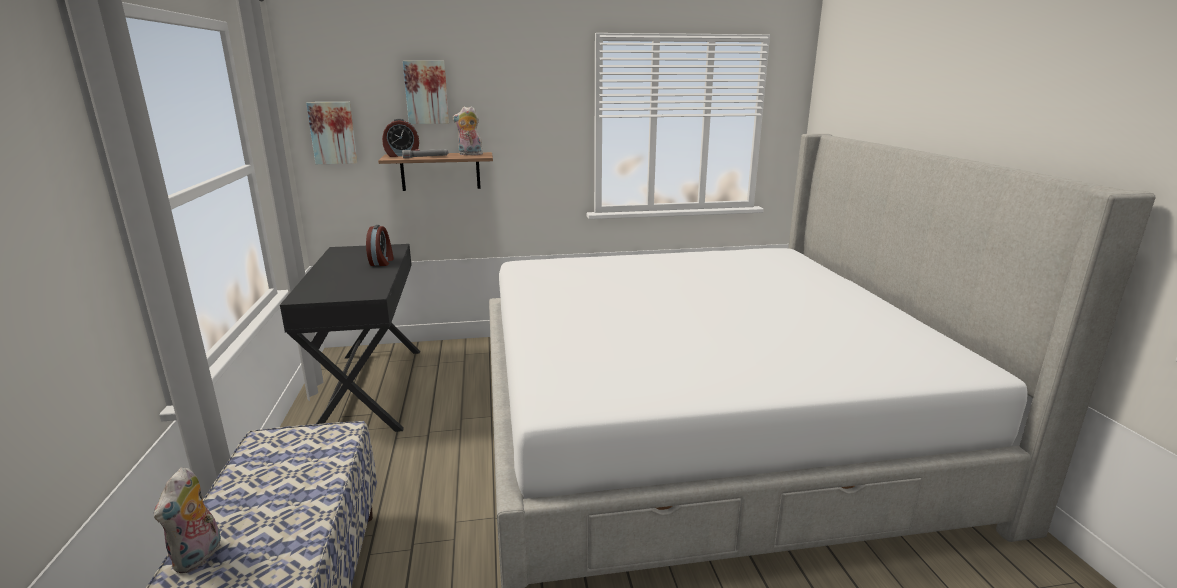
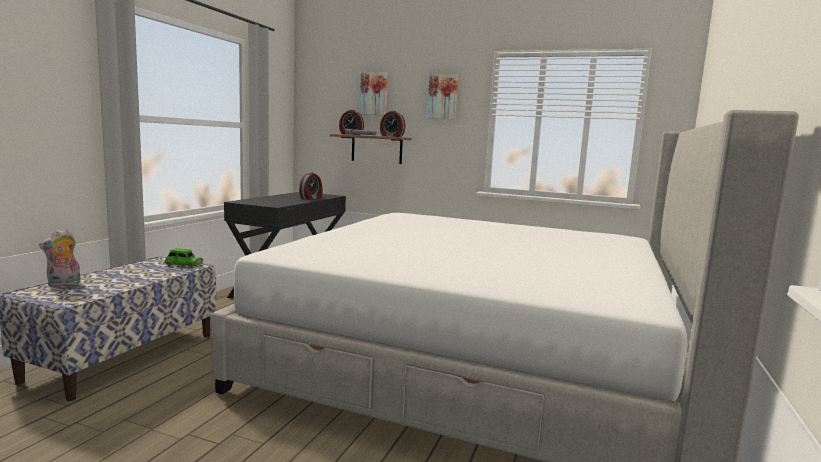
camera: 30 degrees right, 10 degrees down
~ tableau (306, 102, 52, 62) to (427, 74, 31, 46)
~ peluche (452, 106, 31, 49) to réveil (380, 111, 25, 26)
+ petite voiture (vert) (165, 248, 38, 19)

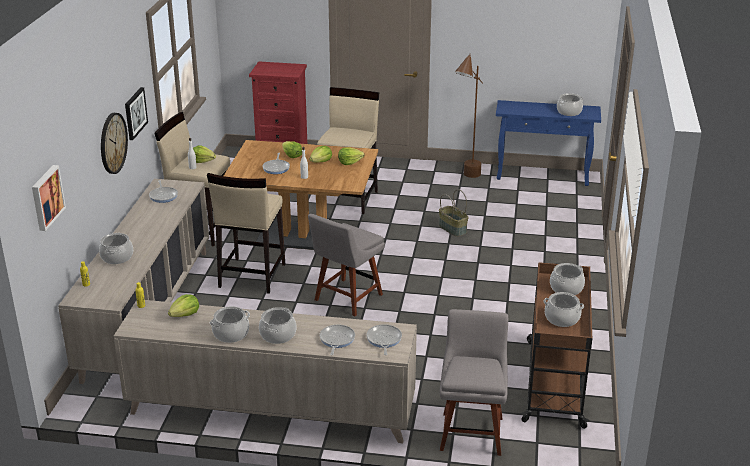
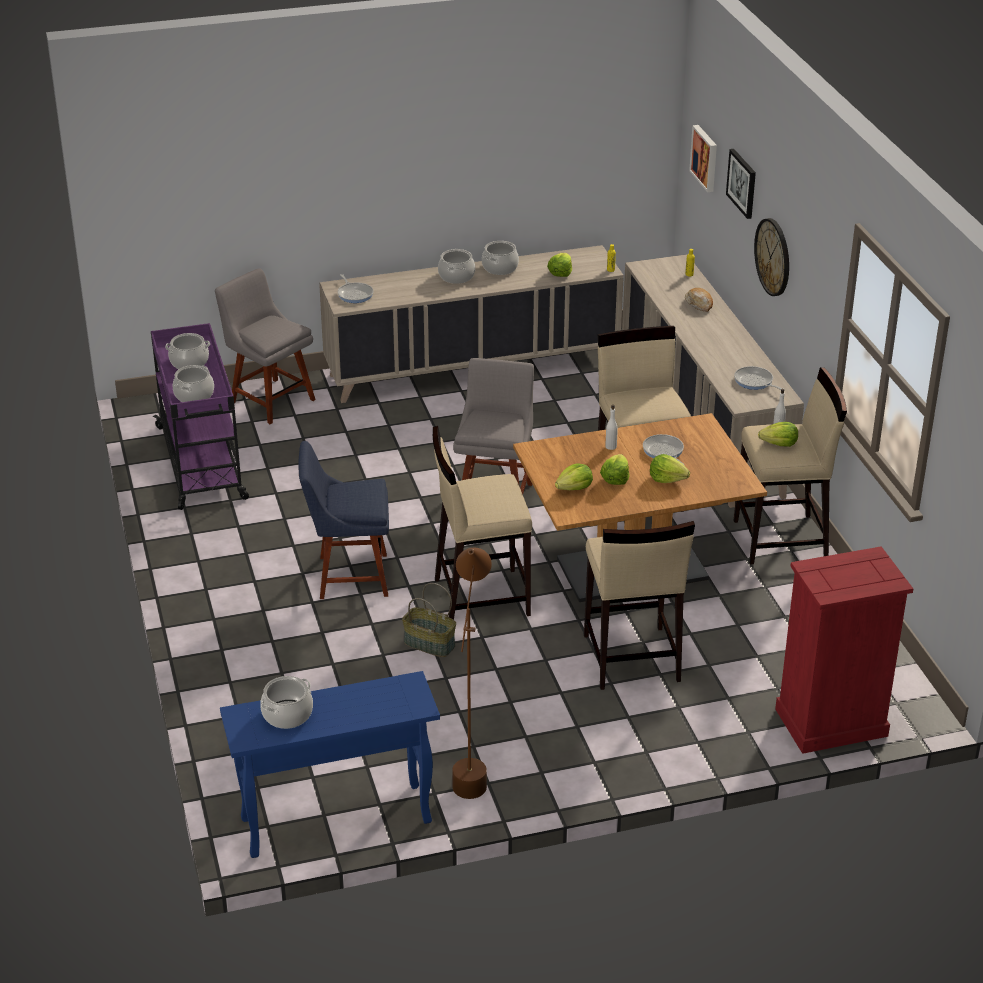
camera: 155 degrees right, 5 degrees up
~ tableau (125, 87, 23, 53) to (726, 149, 30, 70)
~ marmite (99, 233, 34, 31) to pain (685, 288, 28, 24)
~ chariot (marron) (520, 262, 72, 167) to chariot (violet) (151, 323, 98, 187)
~ chaise (gris) (440, 309, 68, 147) = (215, 268, 101, 156) 150 degrees clockwise
- poêle (320, 325, 35, 30)
+ tabouret (beige) (433, 426, 99, 194)
+ chaise (bleu) (298, 441, 91, 158)

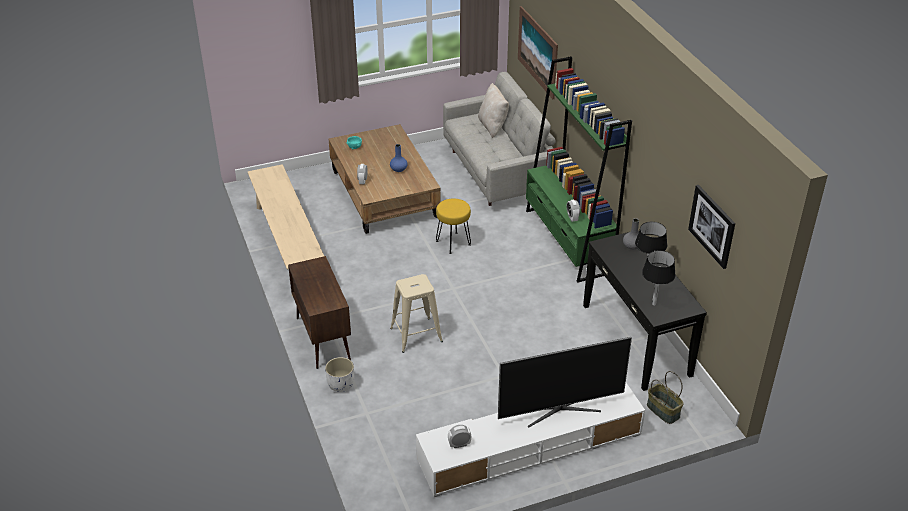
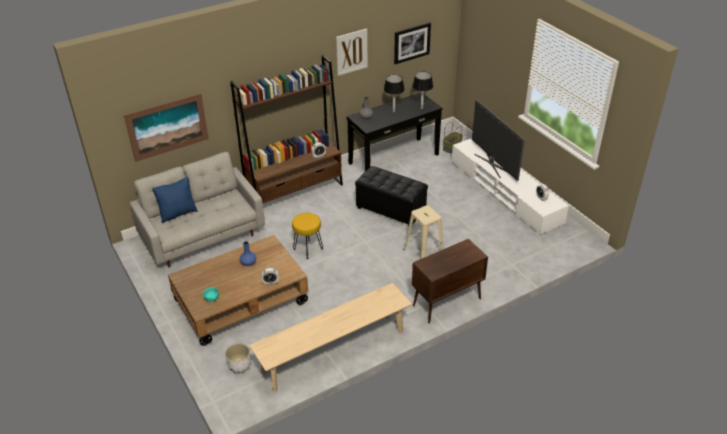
camera: 100 degrees left, 0 degrees up
~ bibliothèque (vert) (526, 56, 106, 227) to bibliothèque (marron) (230, 55, 113, 148)
~ coussin (beige) (478, 83, 31, 55) to coussin (bleu) (152, 177, 46, 46)
~ cache-pot (blanc) (325, 357, 29, 35) to (225, 343, 26, 30)
+ tableau (336, 29, 31, 47)
+ pouf (noir) (355, 166, 73, 61)

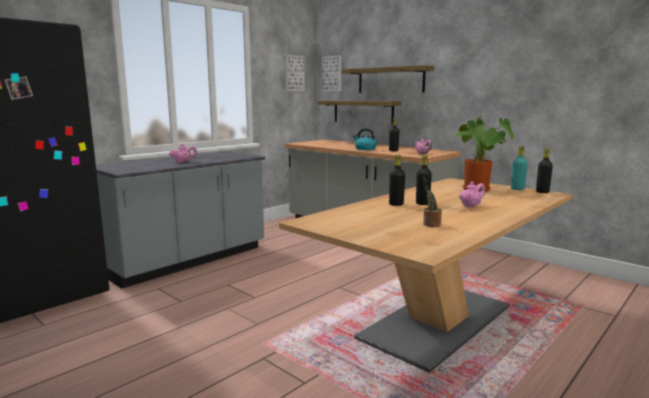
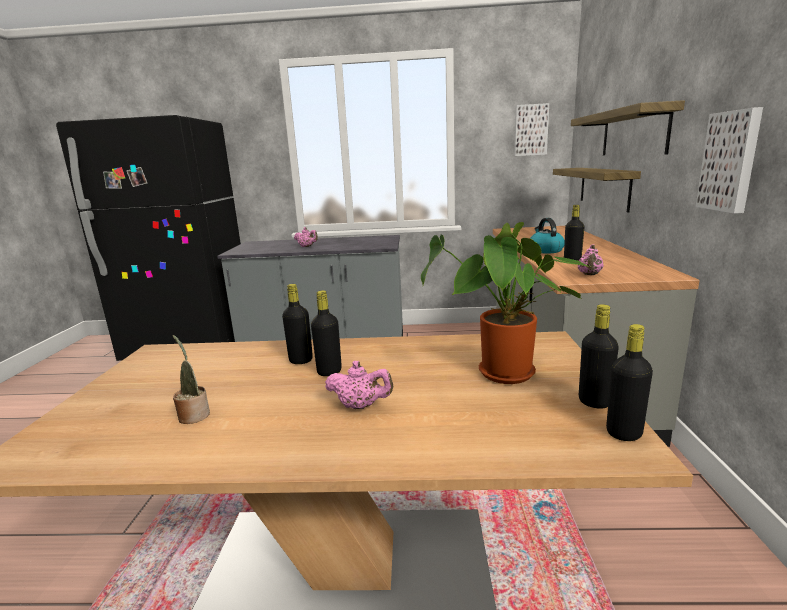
camera: 50 degrees right, 5 degrees up
~ tableau (323, 55, 19, 36) to (696, 107, 67, 107)
~ bouteille (turquoise) (511, 146, 17, 44) to bouteille (noir) (579, 304, 40, 105)

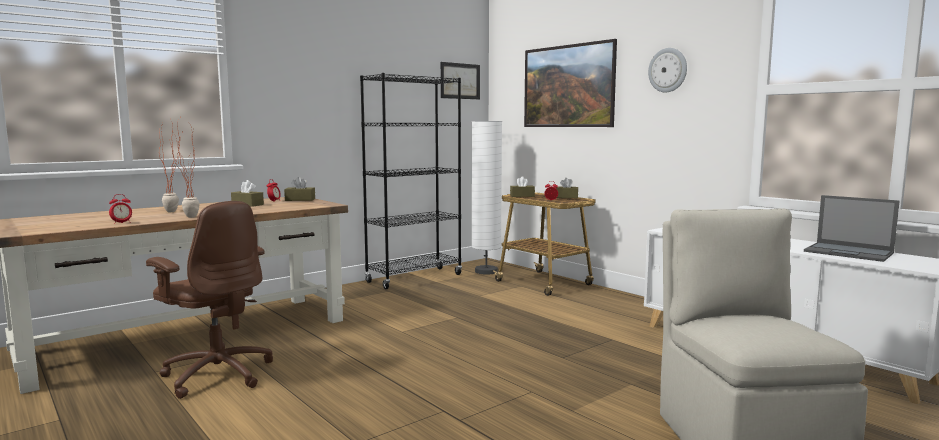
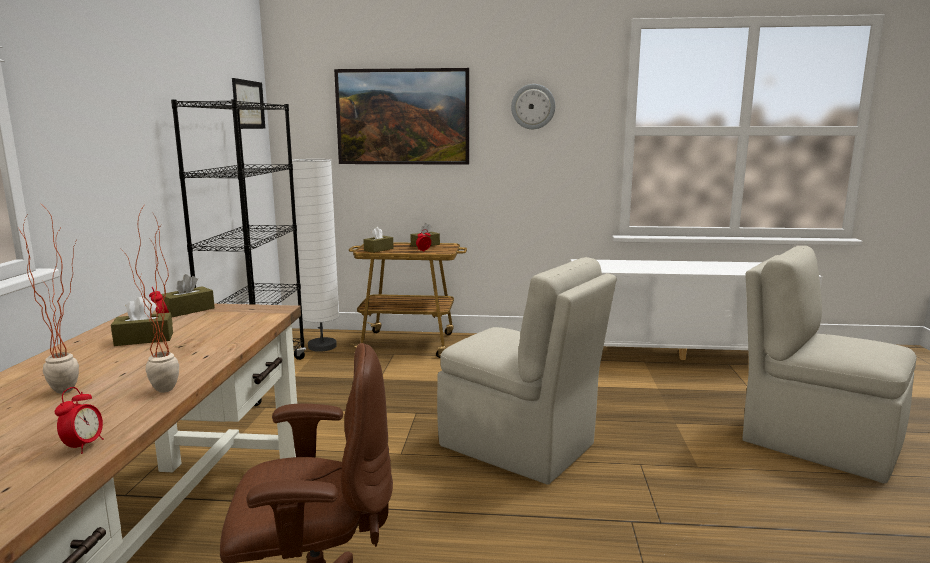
camera: 45 degrees left, 5 degrees up
- ordinateur portable (804, 195, 96, 67)
+ chaise (beige) (437, 257, 180, 228)

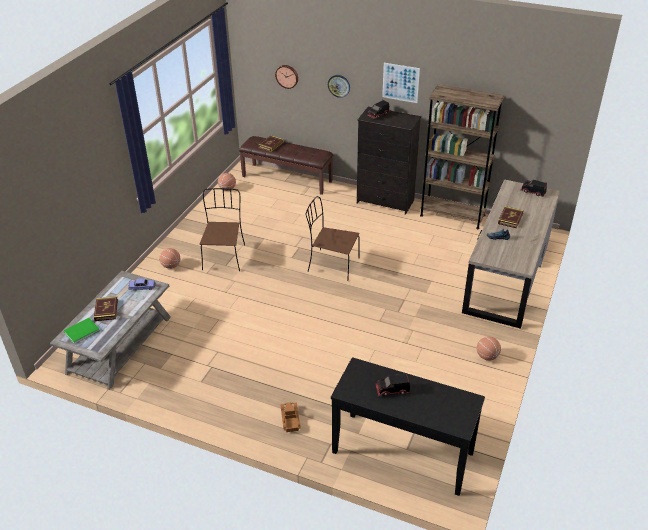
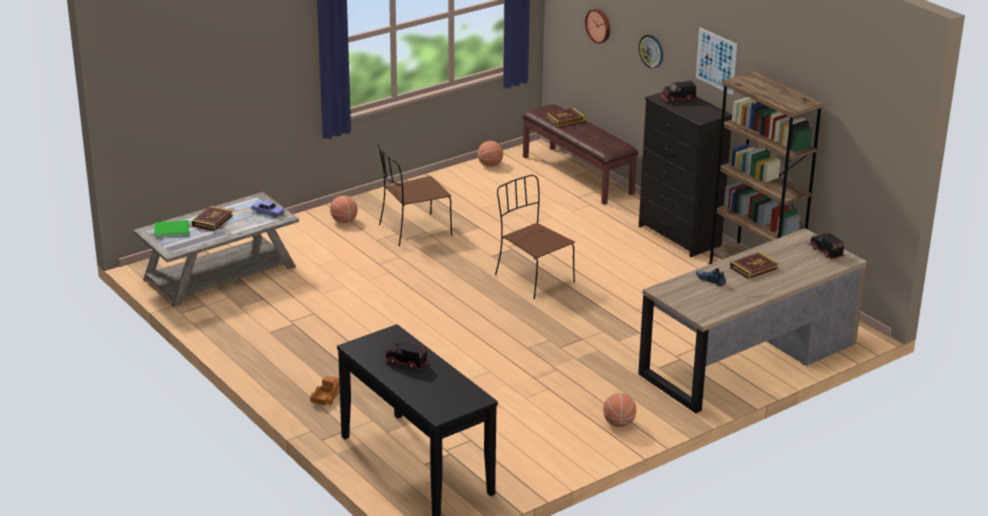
camera: 30 degrees right, 10 degrees down
~ chaise (marron) (199, 188, 46, 83) = (377, 144, 75, 102) 150 degrees counterclockwise

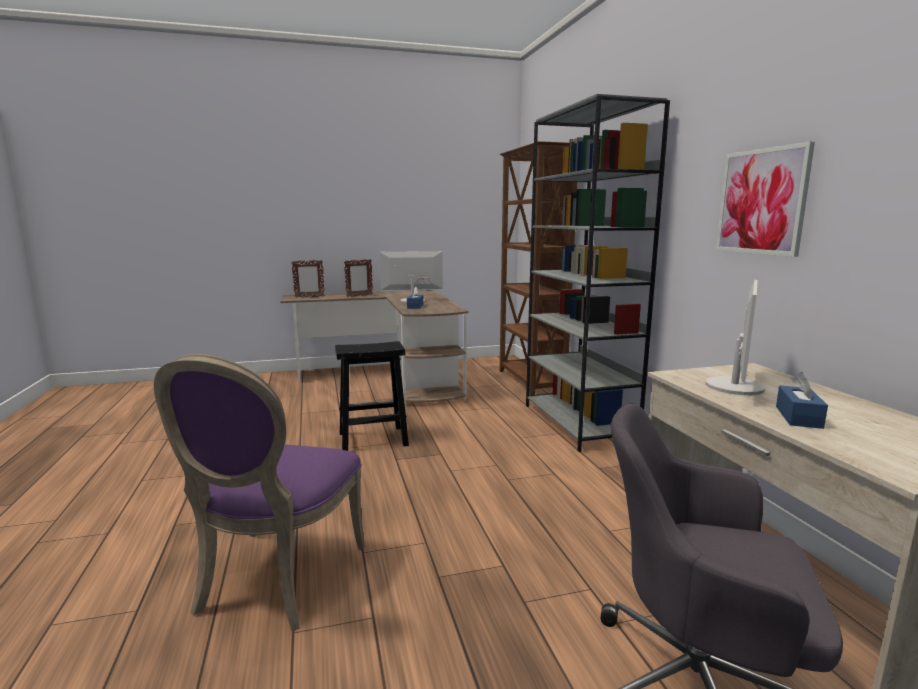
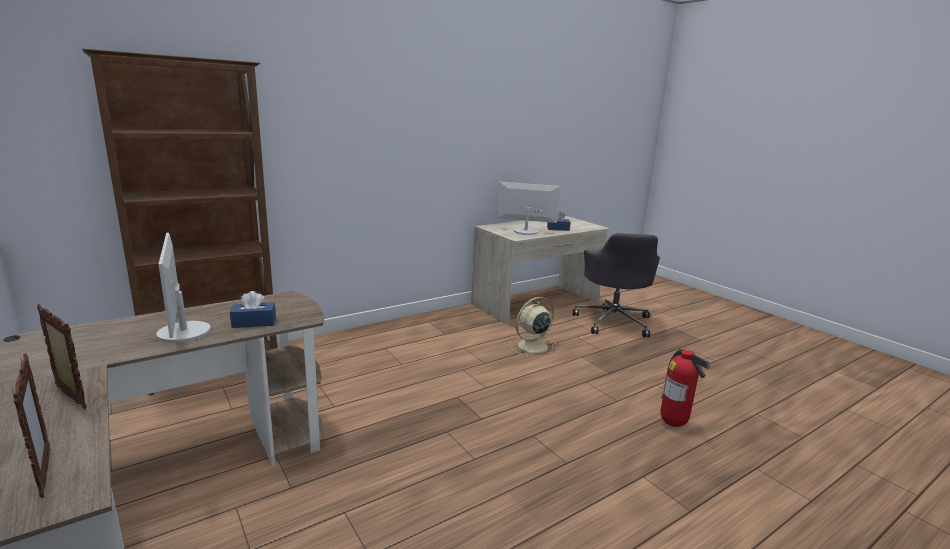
camera: 110 degrees left, 5 degrees up
- bibliothèque (gris) (526, 94, 144, 358)
- tableau (716, 141, 99, 116)
- tabouret (noir) (335, 341, 74, 110)
~ chaise (violet) (154, 354, 211, 277) to extincteur (660, 349, 50, 78)
+ ventilateur (beige) (509, 297, 48, 61)

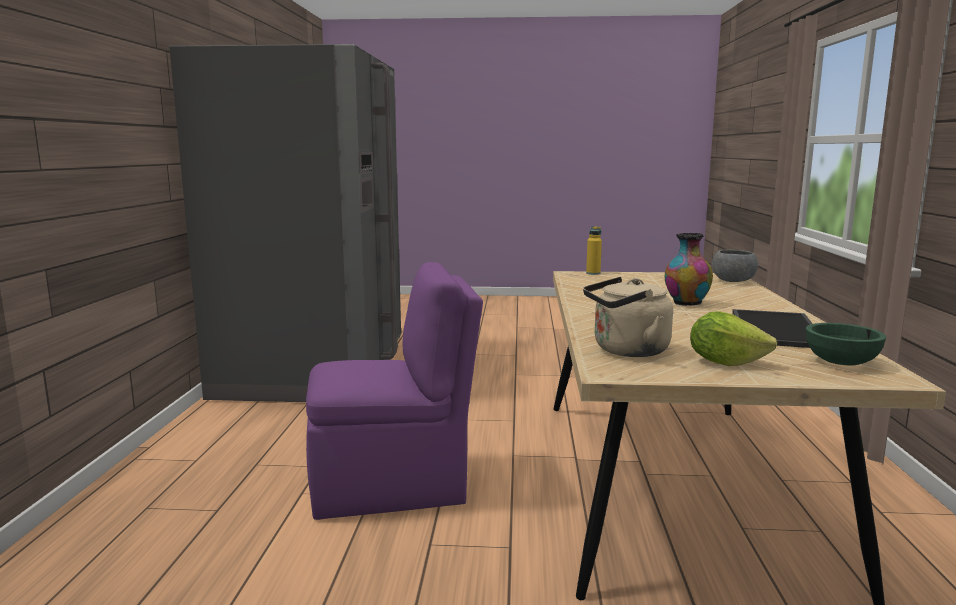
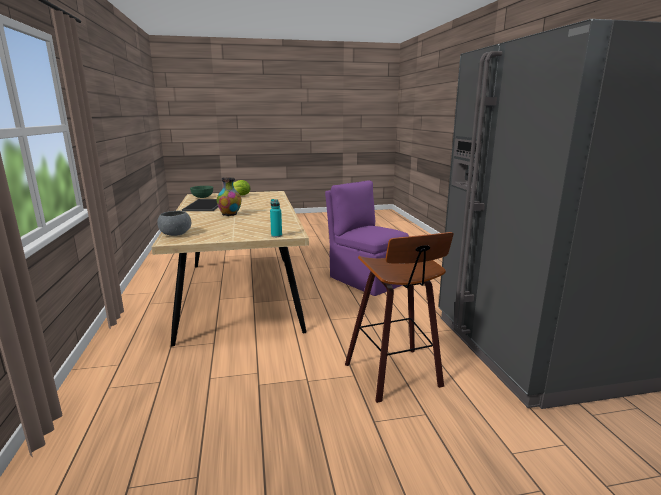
camera: 165 degrees right, 5 degrees up
~ bouteille (jaune) (586, 226, 16, 49) to bouteille (turquoise) (270, 199, 12, 38)
~ chaise (violet) (306, 262, 177, 258) = (325, 180, 84, 116) 75 degrees clockwise
- bouilloire (beige) (583, 277, 90, 80)
+ tabouret (345, 232, 109, 171)

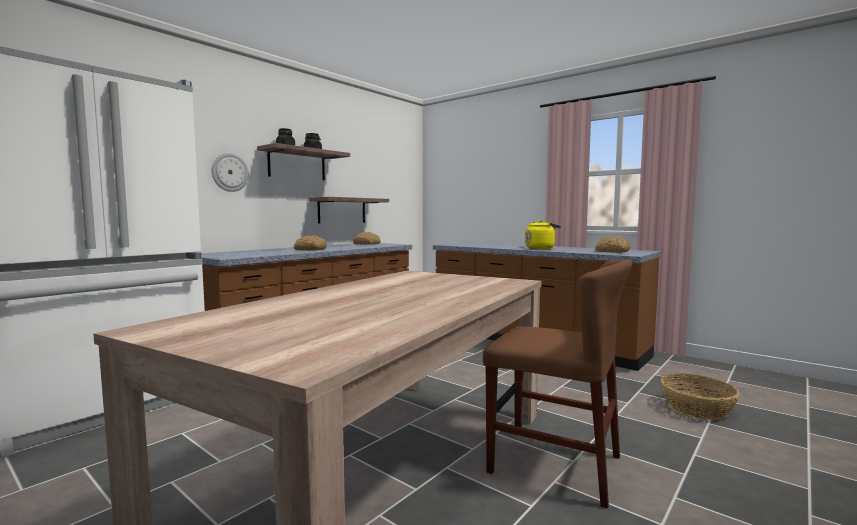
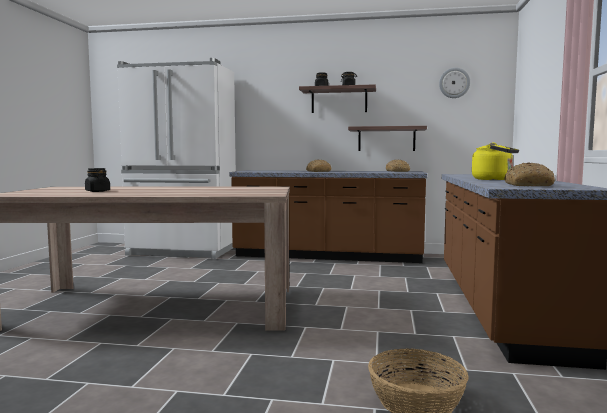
camera: 60 degrees right, 0 degrees up
~ horloge murale (212, 153, 37, 39) to (439, 68, 31, 30)
- chaise (marron) (483, 259, 149, 250)
+ bocal (noir) (85, 168, 25, 24)

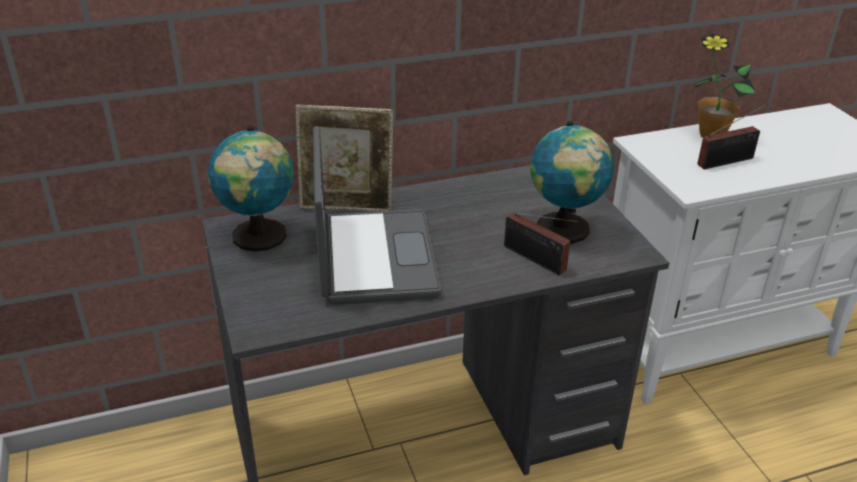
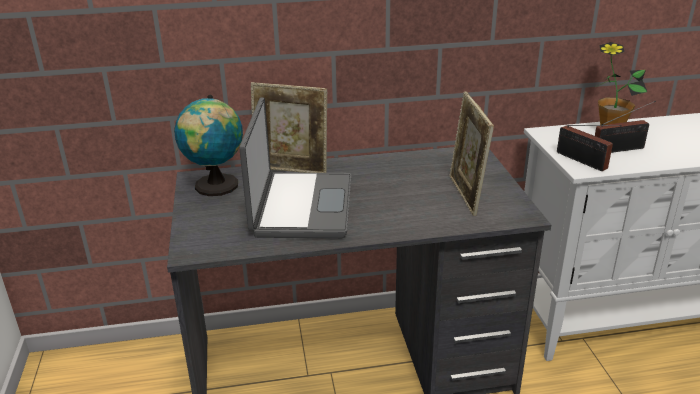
camera: 10 degrees right, 5 degrees down
~ globe (530, 121, 84, 123) to cadre photo (449, 92, 45, 124)
~ radio (504, 213, 75, 62) to (557, 125, 65, 46)

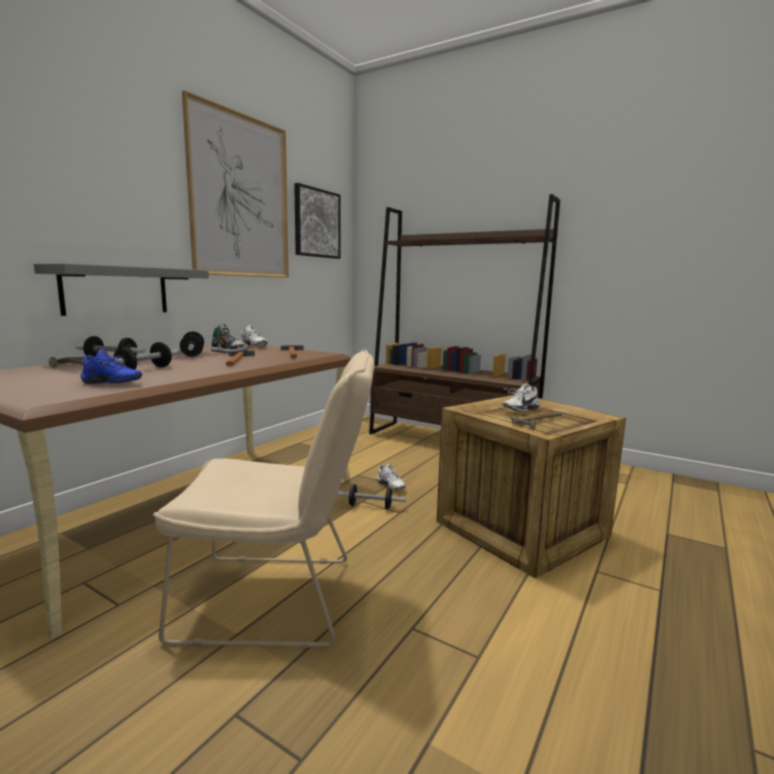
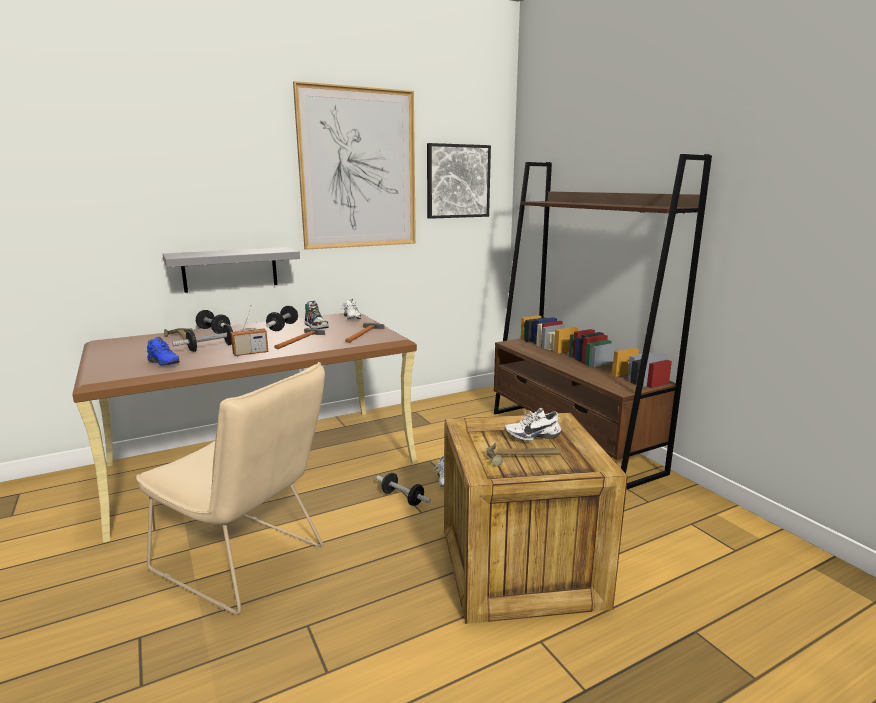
camera: 30 degrees right, 5 degrees up
+ radio (231, 307, 37, 49)

